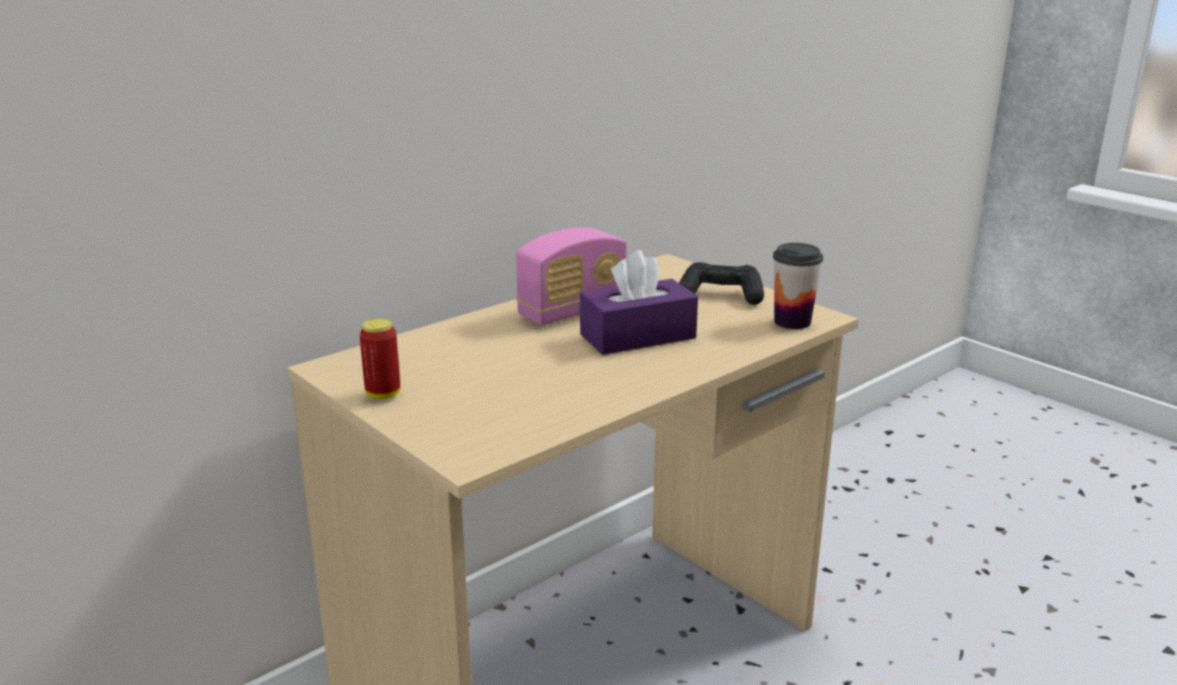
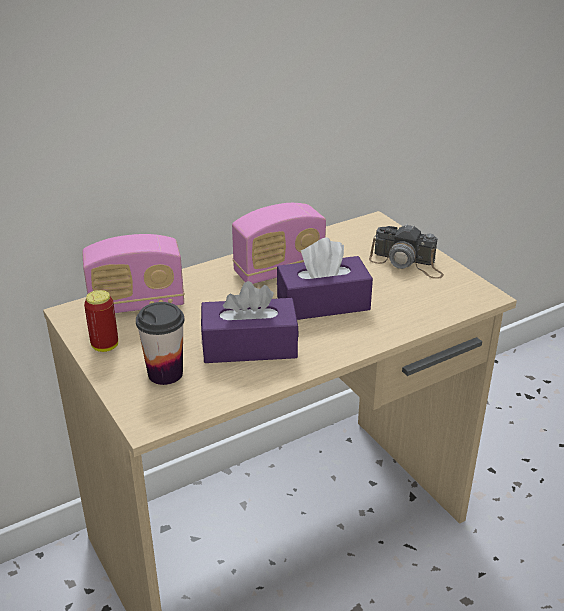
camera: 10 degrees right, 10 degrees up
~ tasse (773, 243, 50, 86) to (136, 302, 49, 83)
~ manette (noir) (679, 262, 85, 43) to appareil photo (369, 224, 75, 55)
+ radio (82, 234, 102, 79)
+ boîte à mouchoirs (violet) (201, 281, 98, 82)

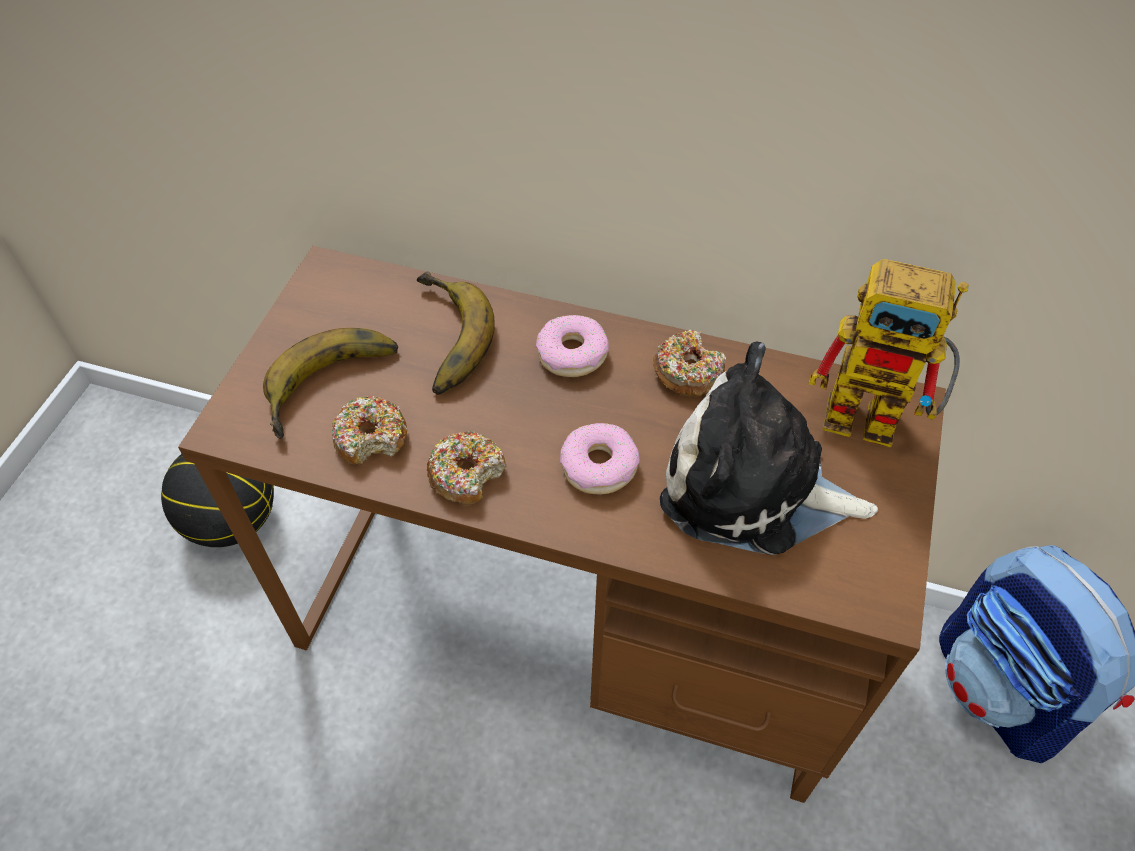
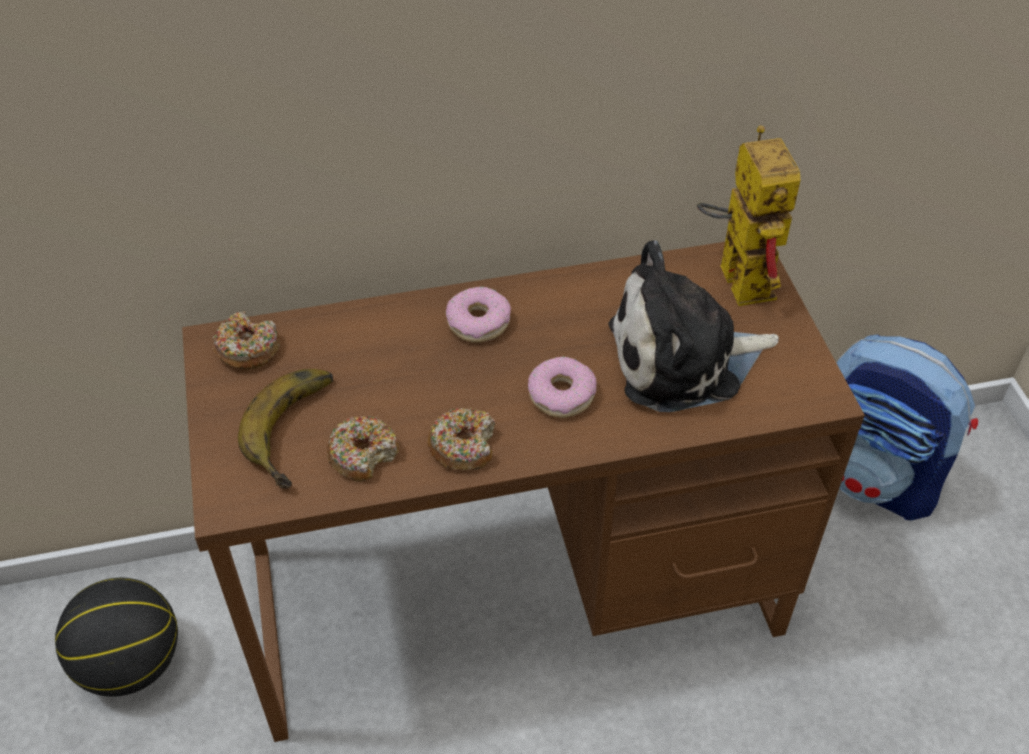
camera: 30 degrees left, 5 degrees down
~ robot jouet (808, 259, 161, 188) = (697, 125, 103, 181) 90 degrees counterclockwise
- banane (417, 272, 78, 123)
~ beignet (653, 330, 73, 67) to (212, 311, 68, 59)

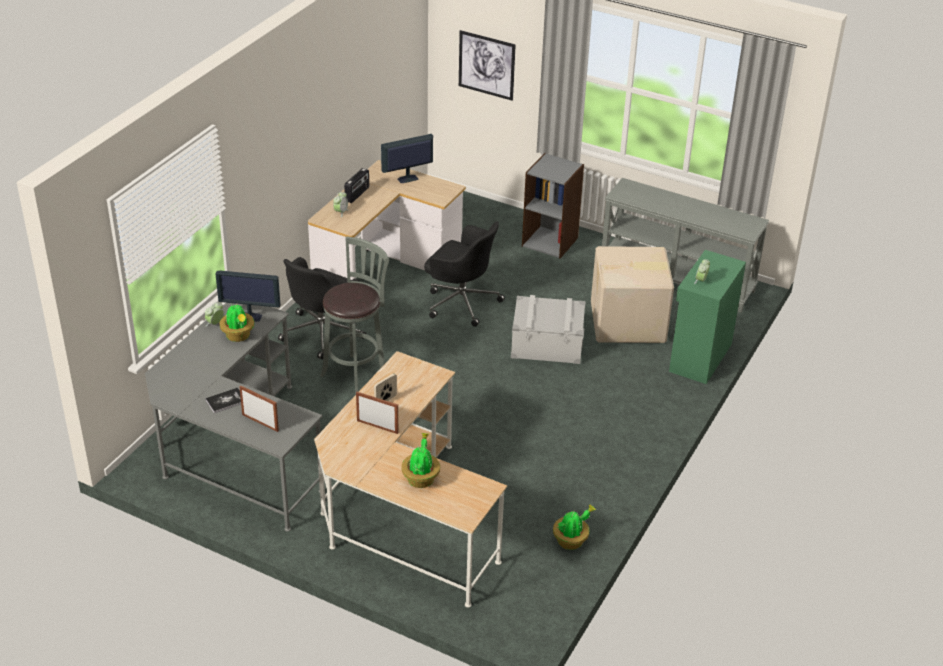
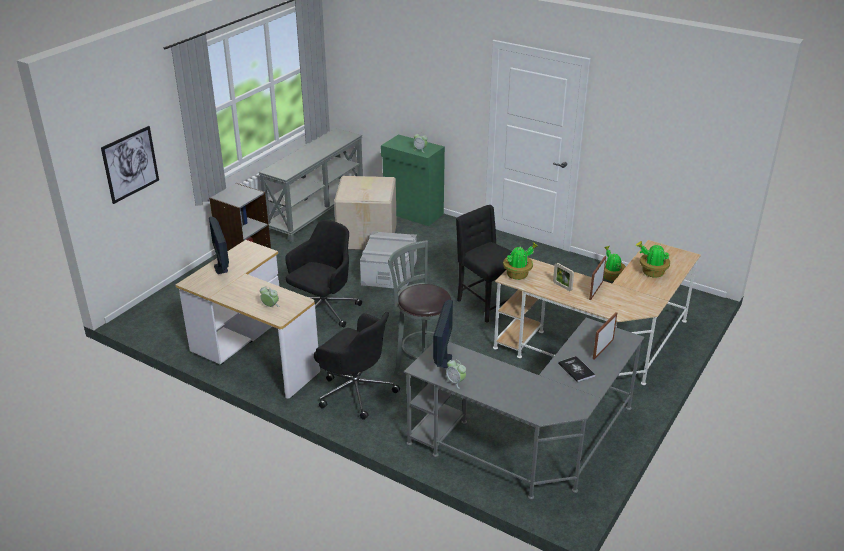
camera: 85 degrees left, 5 degrees down
- radio (344, 168, 25, 35)
~ plante en pot (220, 304, 34, 38) to (503, 242, 36, 38)
+ chaise (noir) (456, 205, 62, 118)

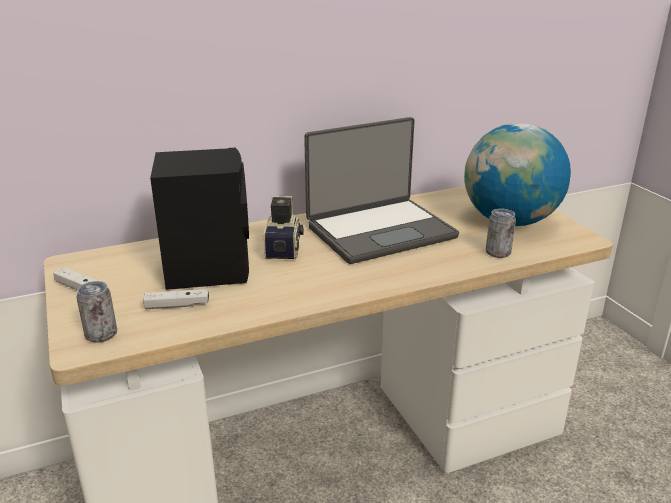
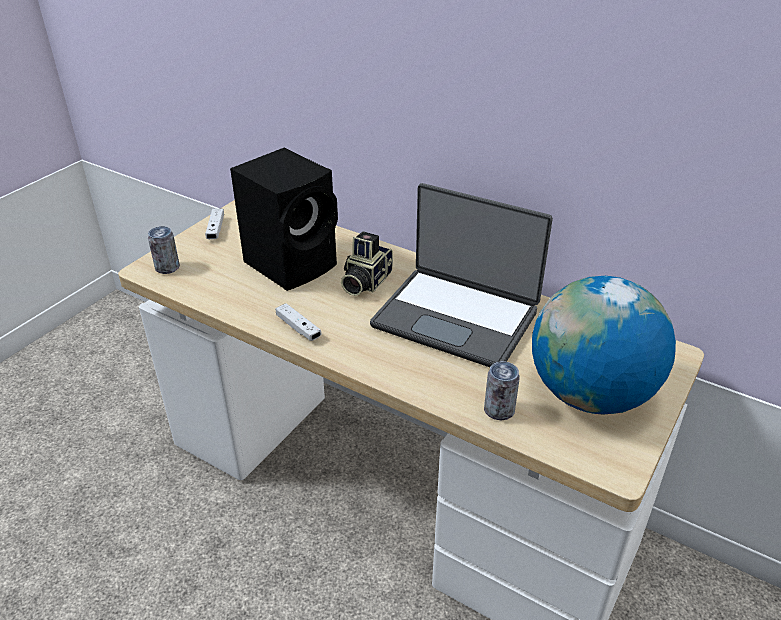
camera: 55 degrees right, 10 degrees up
~ appareil photo (264, 196, 40, 63) = (341, 231, 52, 65) 150 degrees clockwise
~ manette (blanc) (143, 289, 66, 20) to (276, 303, 46, 38)

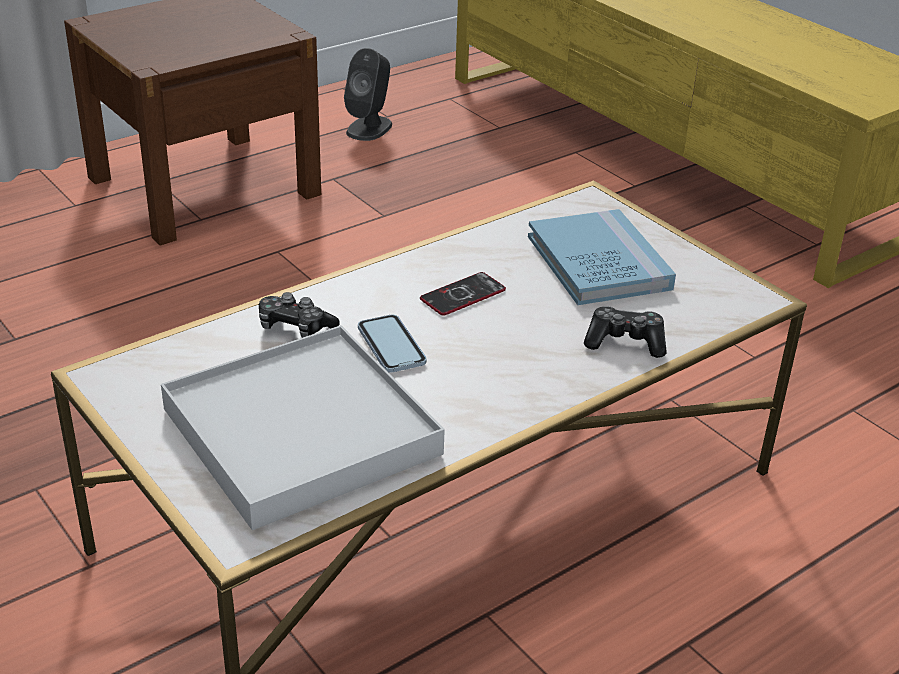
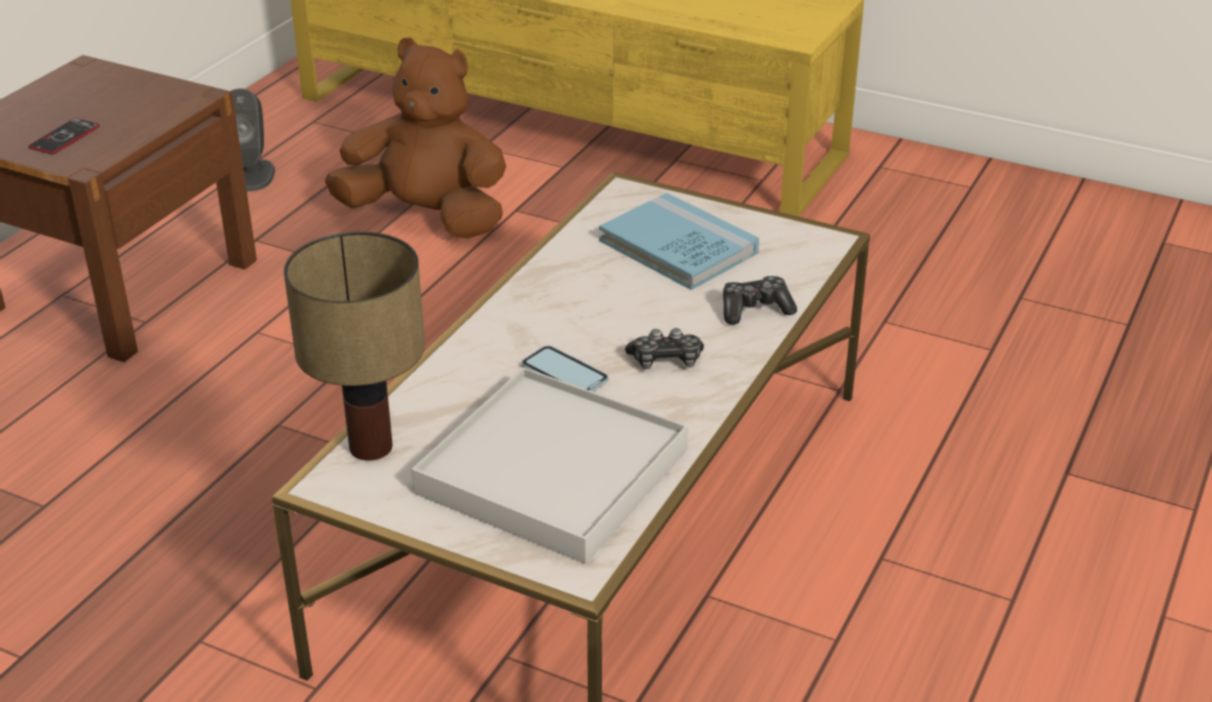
camera: 25 degrees left, 0 degrees up
~ téléphone (420, 272, 86, 44) to (28, 118, 72, 36)
~ manette (259, 292, 81, 46) to (625, 328, 79, 41)
+ peluche (marron) (325, 37, 181, 202)
+ lampe de table (284, 231, 141, 230)

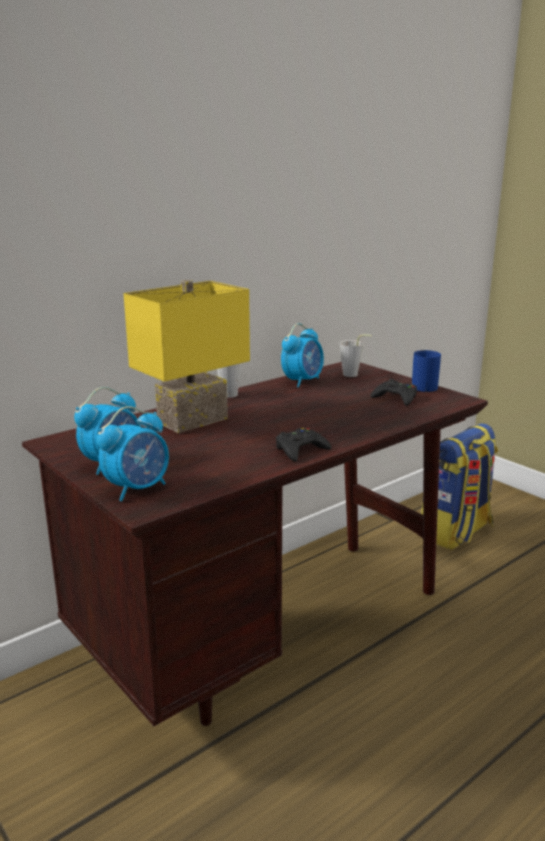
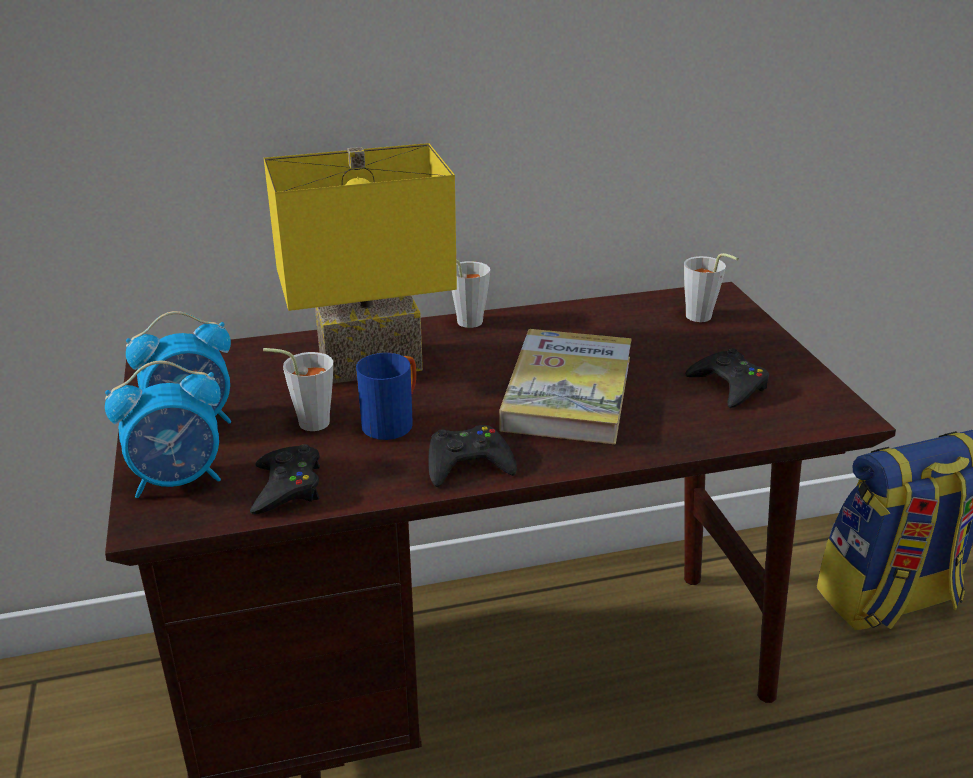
camera: 25 degrees right, 10 degrees up
- réveil (281, 323, 43, 65)
~ mug (bleu) (412, 350, 29, 42) to (356, 353, 60, 87)
+ livre (499, 329, 133, 116)
+ tasse (gris) (263, 348, 70, 83)
+ manette (noir) (250, 444, 70, 70)

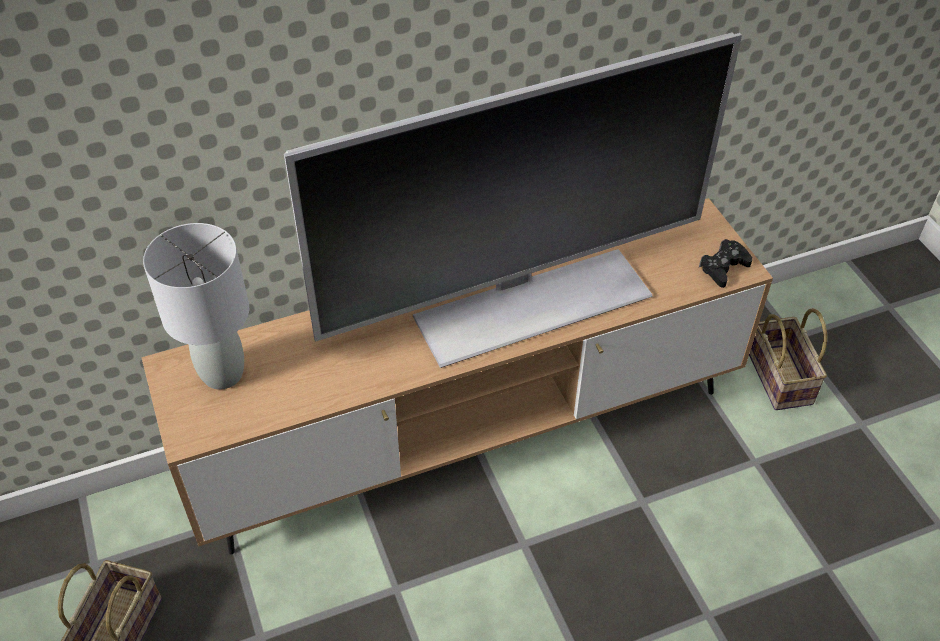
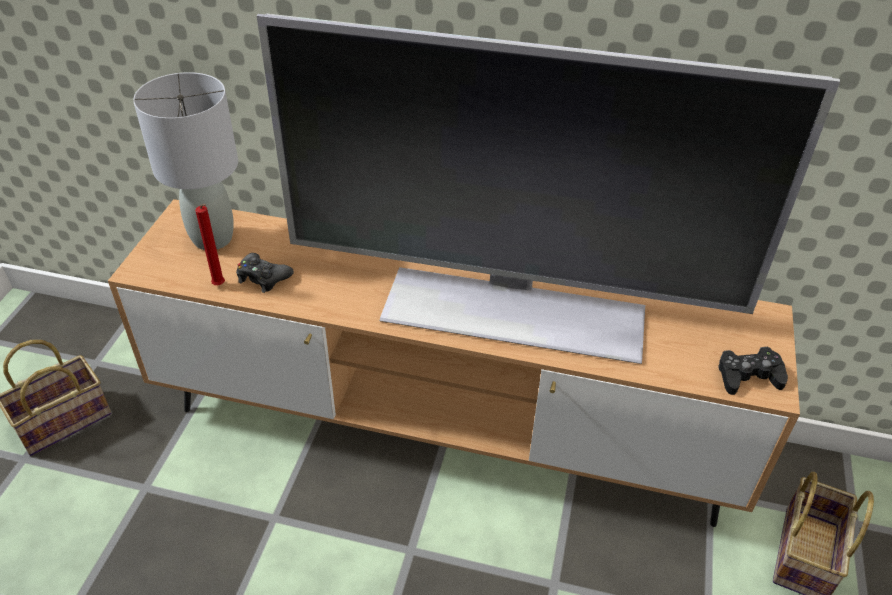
camera: 35 degrees right, 5 degrees down
+ bougie (rouge) (195, 204, 30, 81)
+ manette (noir) (236, 253, 58, 40)

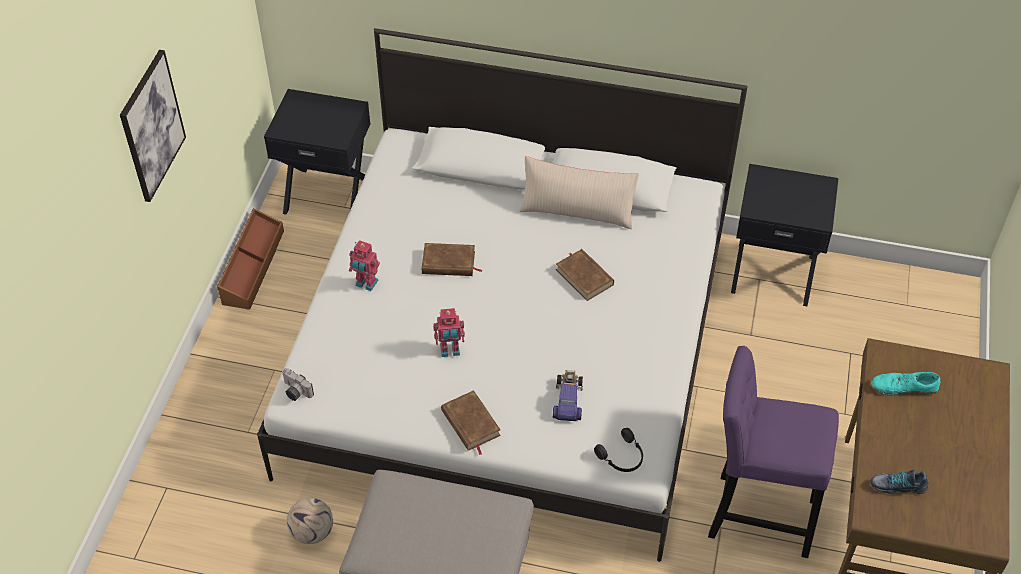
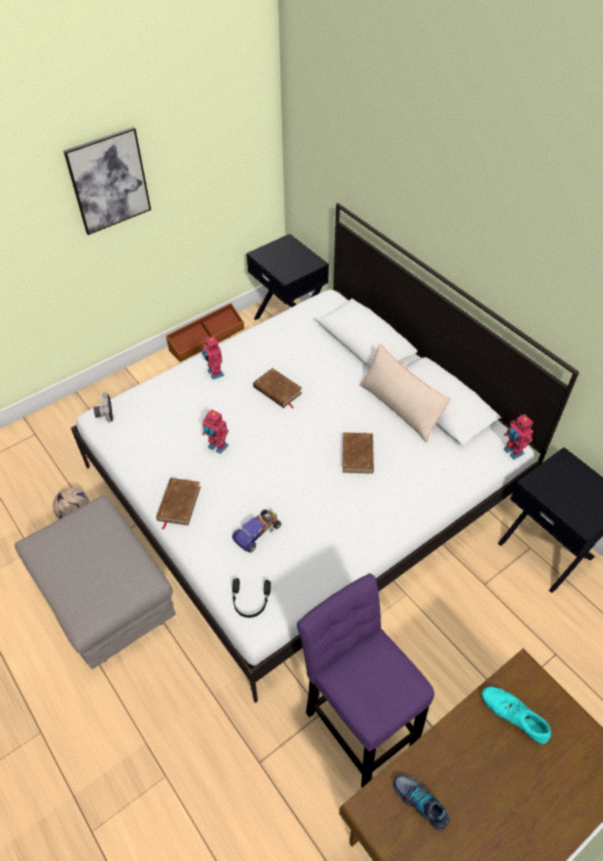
camera: 40 degrees right, 0 degrees up
+ robot jouet (504, 414, 30, 45)

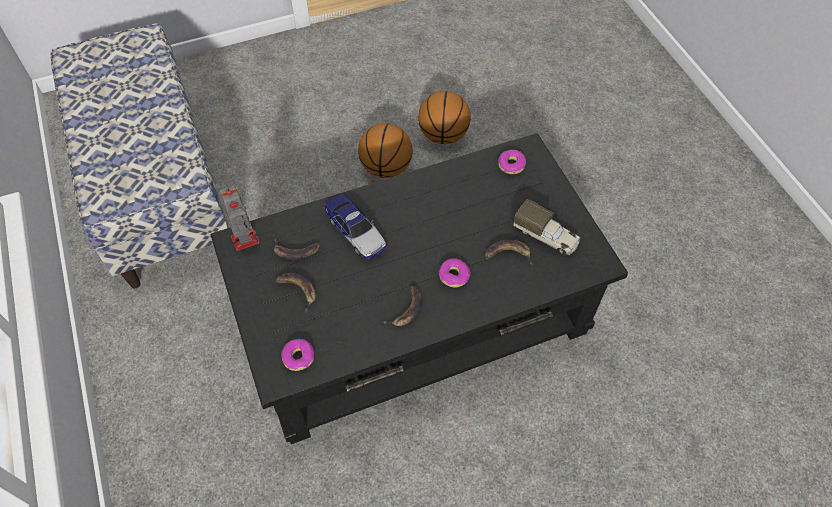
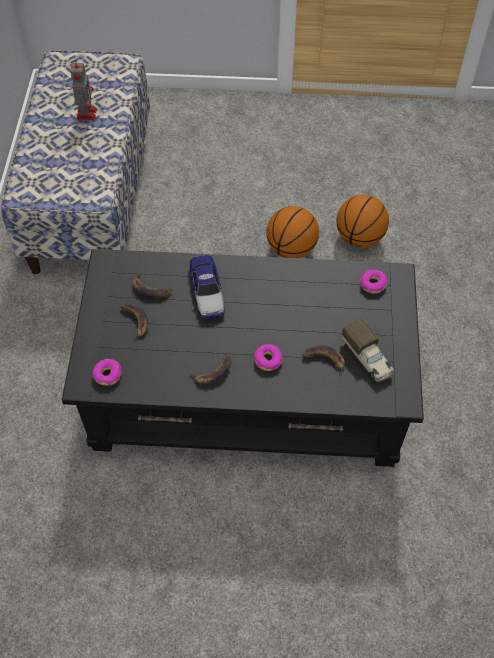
camera: 25 degrees right, 0 degrees up
~ robot jouet (220, 185, 40, 66) to (70, 59, 27, 61)

